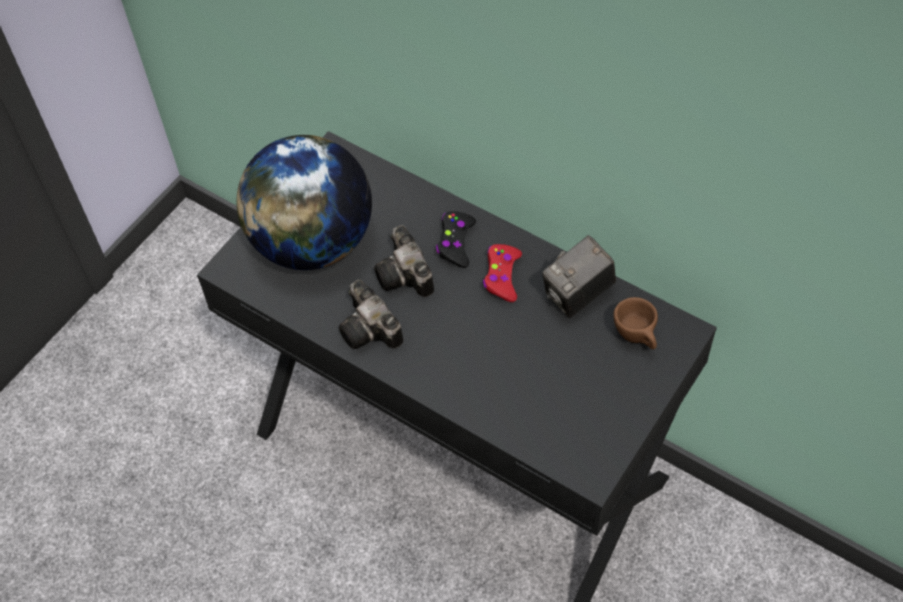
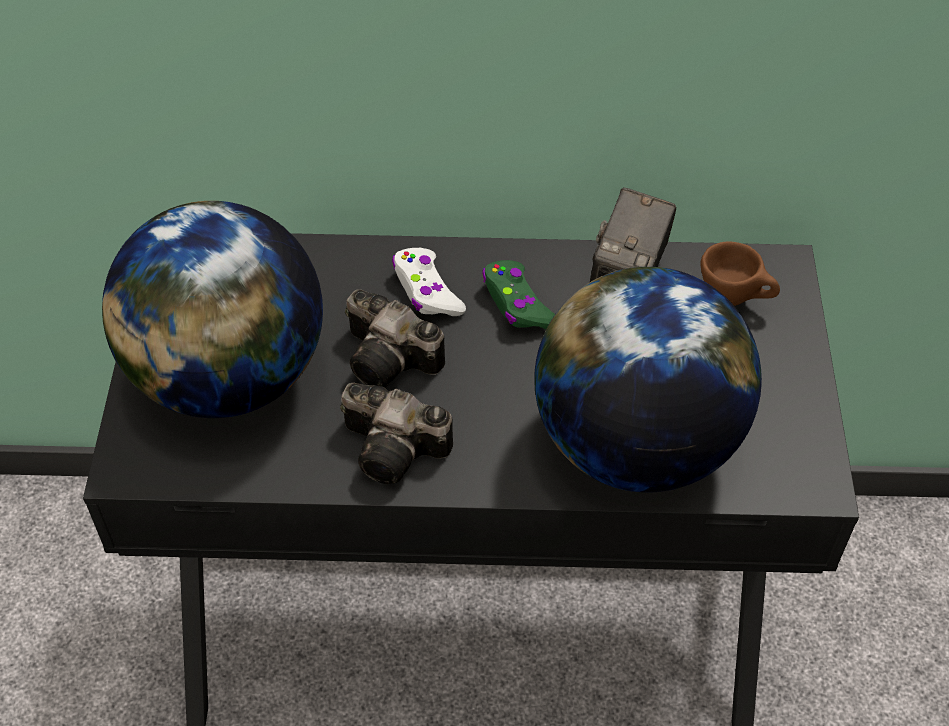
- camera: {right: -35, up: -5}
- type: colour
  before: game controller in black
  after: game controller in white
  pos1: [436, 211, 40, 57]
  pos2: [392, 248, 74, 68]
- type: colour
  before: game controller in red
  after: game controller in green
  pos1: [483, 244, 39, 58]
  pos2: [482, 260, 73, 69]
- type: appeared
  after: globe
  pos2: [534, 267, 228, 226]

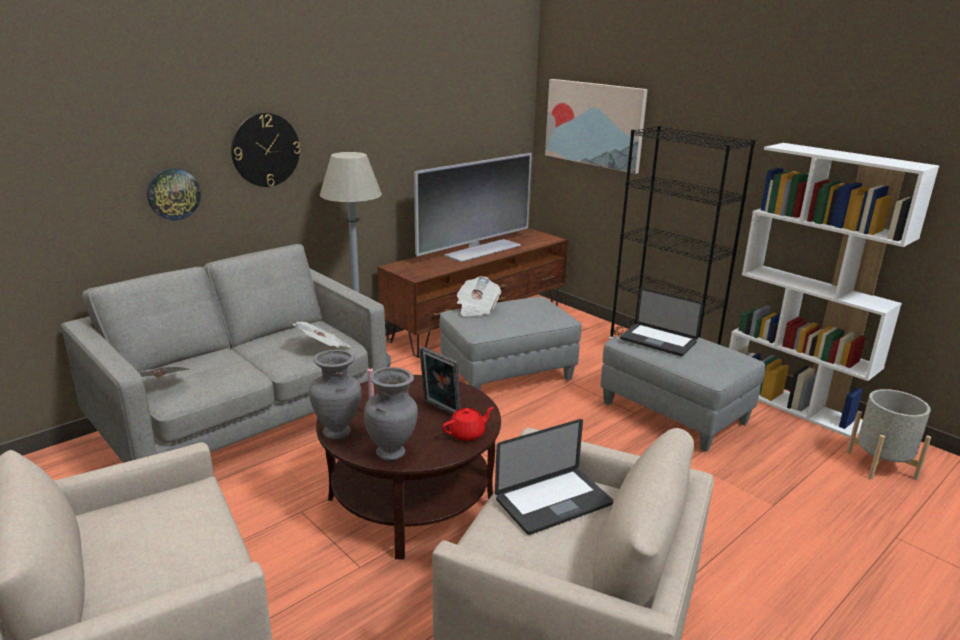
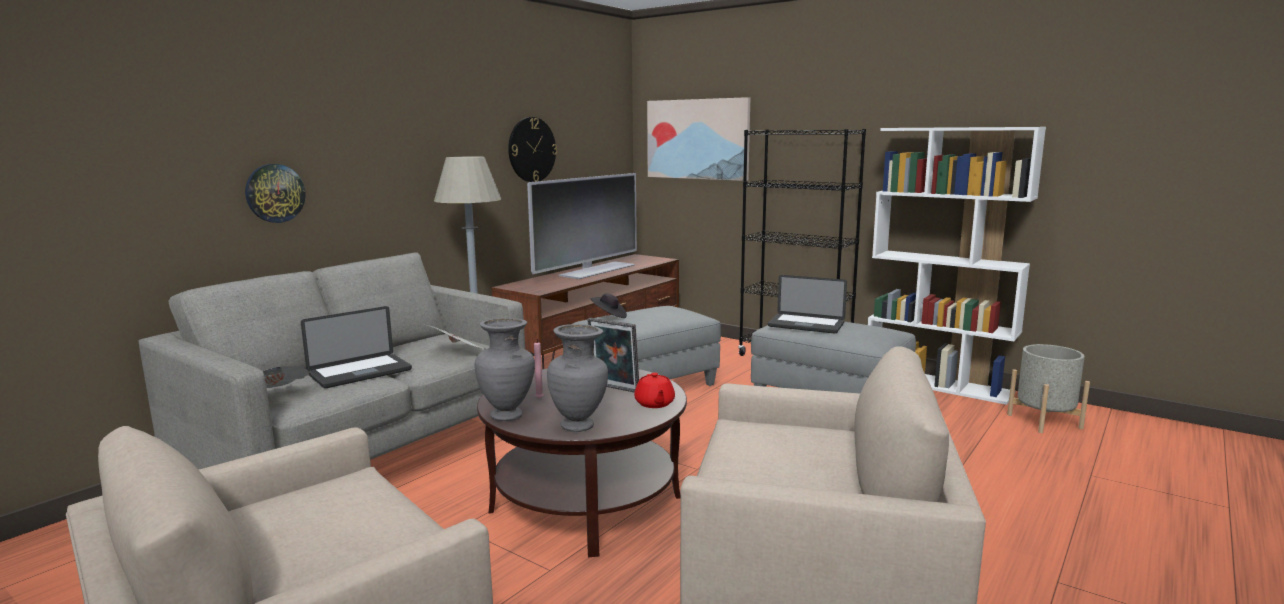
- camera: {right: -10, up: -10}
- type: relocated
  before: wall clock
  pos1: [231, 113, 70, 74]
  pos2: [508, 117, 49, 65]
- type: exchanged
  before: newspaper
  after: hat in black
  pos1: [457, 276, 44, 41]
  pos2: [590, 293, 37, 25]
- type: spun
  before: teapot in red
  pos1: [442, 407, 52, 34]
  pos2: [634, 372, 41, 36]
  turn: 120
- type: relocated
  before: laptop
  pos1: [495, 419, 118, 116]
  pos2: [301, 306, 111, 82]

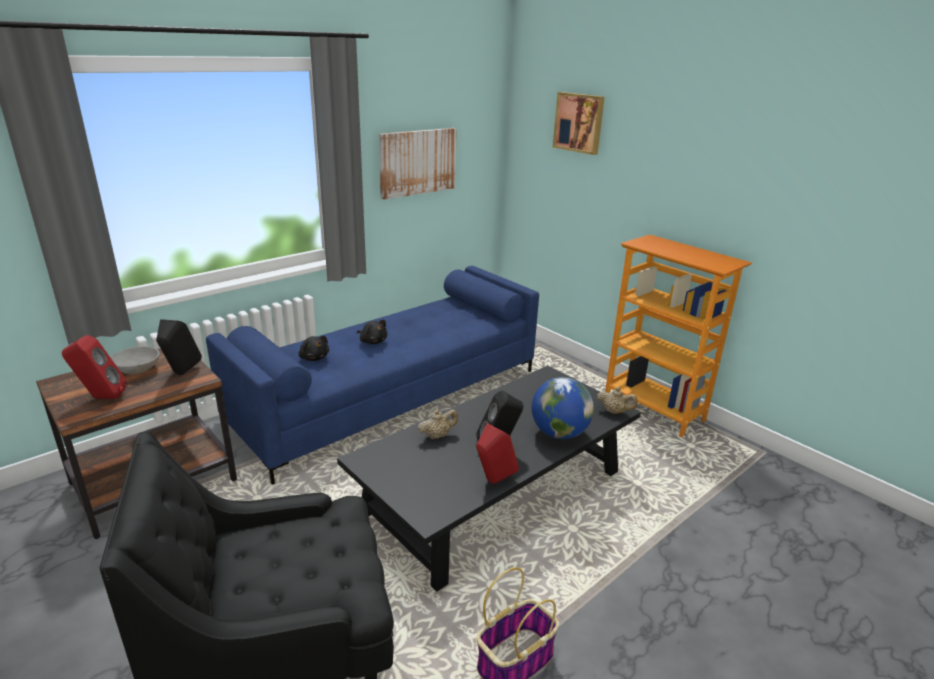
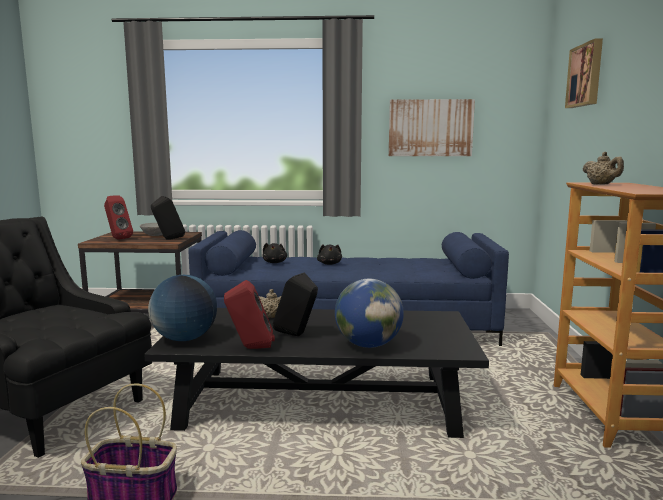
- camera: {right: 45, up: -15}
- type: relocated
  before: teapot in beige
  pos1: [597, 387, 41, 27]
  pos2: [582, 152, 42, 33]
- type: appeared
  after: globe
  pos2: [148, 275, 69, 66]

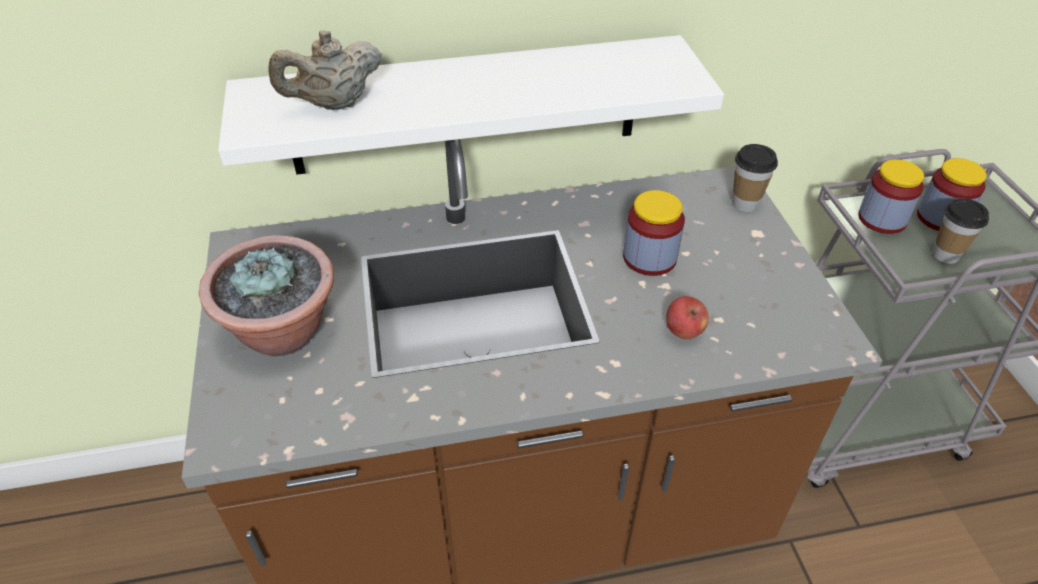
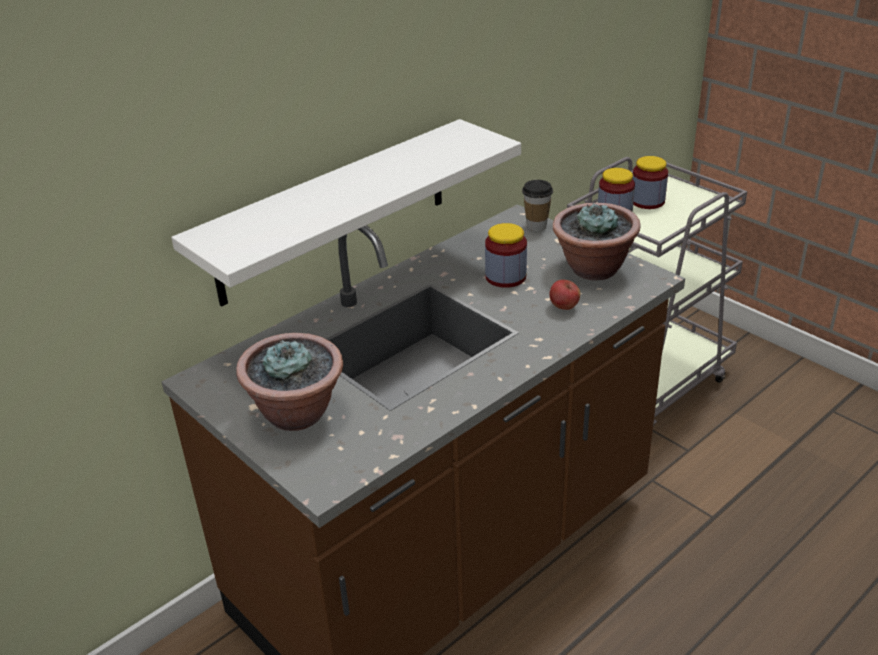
- camera: {right: -30, up: -10}
- type: missing
  before: teapot in beige
  pos1: [268, 30, 114, 80]
- type: missing
  before: cup
  pos1: [933, 198, 56, 66]
- type: appeared
  after: potted plant
  pos2: [553, 202, 88, 78]

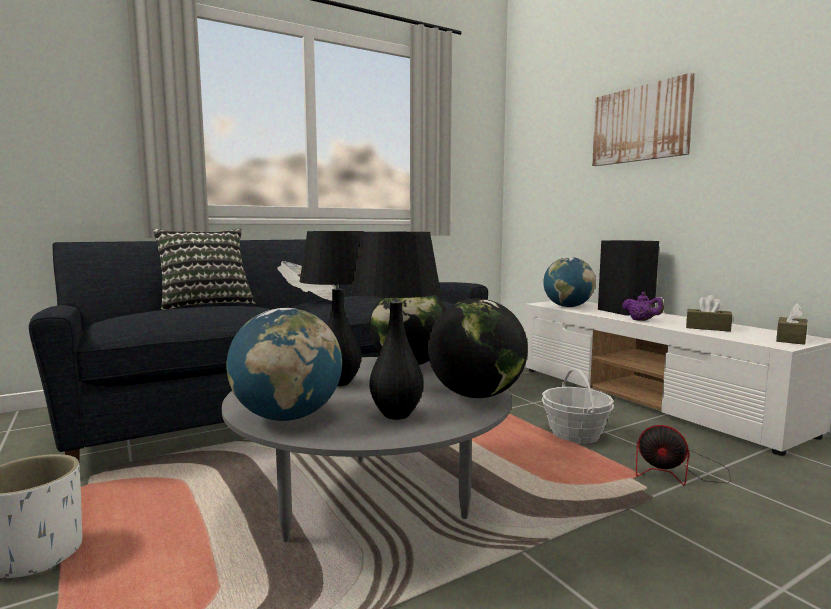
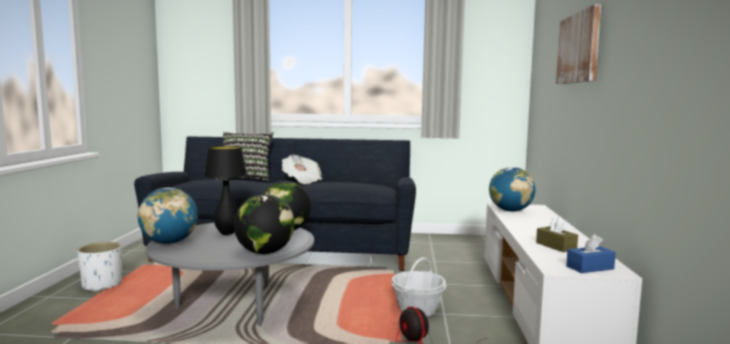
- camera: {right: 35, up: 0}
- type: missing
  before: table lamp in black
  pos1: [351, 232, 90, 188]
- type: missing
  before: speaker in black
  pos1: [598, 240, 61, 76]
- type: missing
  before: teapot in purple
  pos1: [622, 292, 42, 29]
- type: colour
  before: tissue box in brown
  after: tissue box in blue
  pos1: [776, 303, 31, 42]
  pos2: [566, 234, 50, 39]

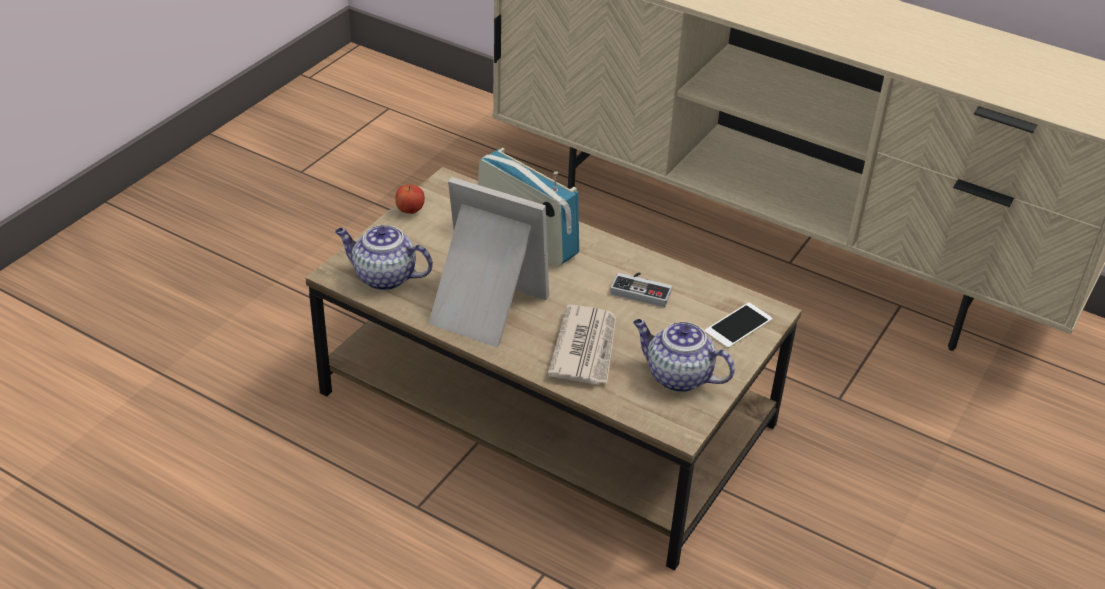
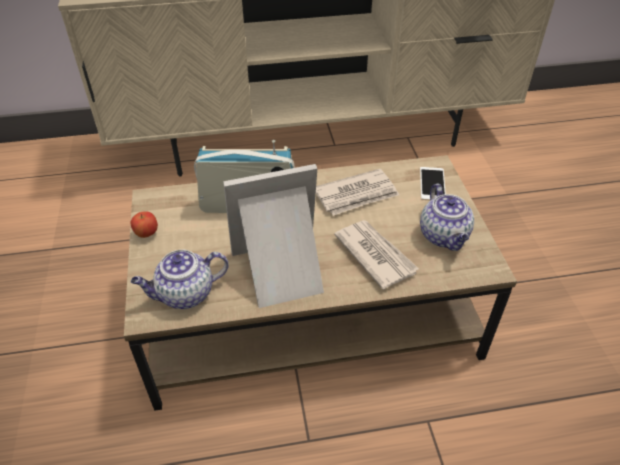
- camera: {right: -40, up: 5}
- type: exchanged
  before: game controller
  after: newspaper
  pos1: [610, 272, 62, 35]
  pos2: [316, 169, 83, 47]
- type: spun
  before: teapot
  pos1: [633, 319, 102, 74]
  pos2: [420, 184, 54, 67]
  turn: -90

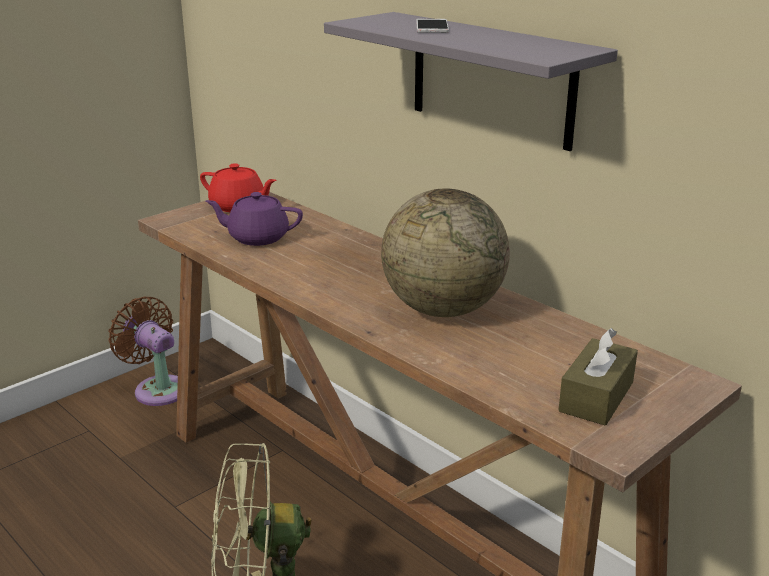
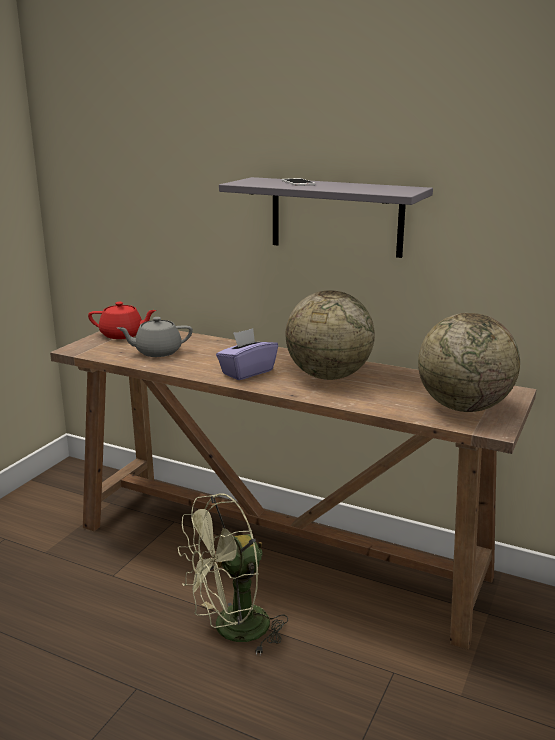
- camera: {right: -20, up: -5}
- type: colour
  before: teapot in purple
  after: teapot in grey
  pos1: [205, 192, 98, 54]
  pos2: [117, 317, 76, 40]
- type: missing
  before: fan in brown
  pos1: [108, 296, 70, 110]
- type: exchanged
  before: tissue box in brown
  after: globe
  pos1: [558, 328, 80, 98]
  pos2: [418, 313, 102, 99]
- type: appeared
  after: tissue box in purple
  pos2: [216, 328, 62, 52]

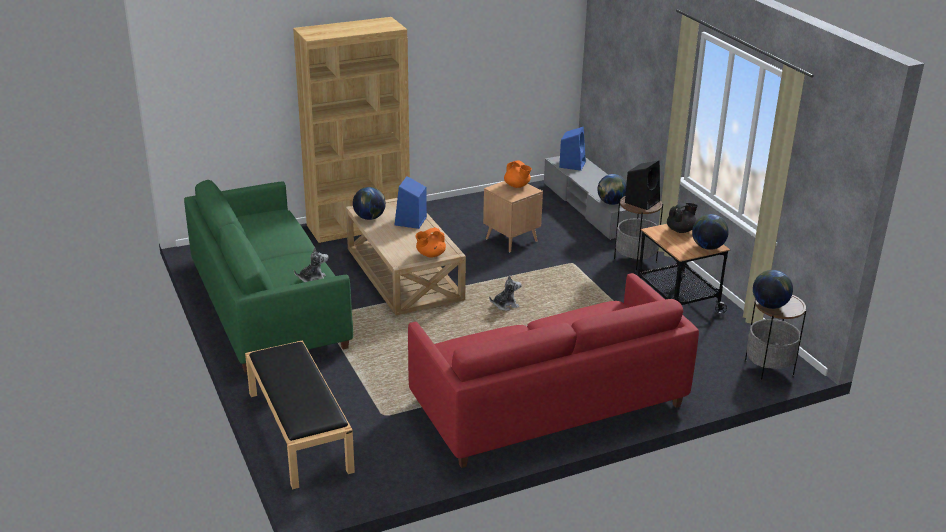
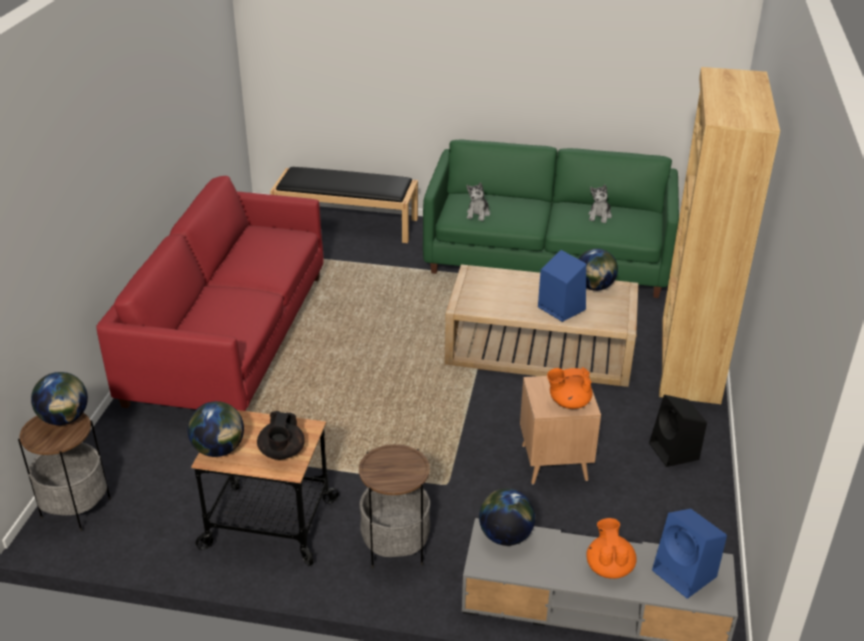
- camera: {right: 125, up: 5}
- type: relocated
  before: speaker in black
  pos1: [625, 160, 35, 50]
  pos2: [649, 395, 58, 72]
- type: relocated
  before: teapot in orange
  pos1: [416, 227, 30, 30]
  pos2: [586, 518, 51, 61]
- type: relocated
  before: plush toy
  pos1: [489, 275, 32, 35]
  pos2: [588, 184, 24, 39]

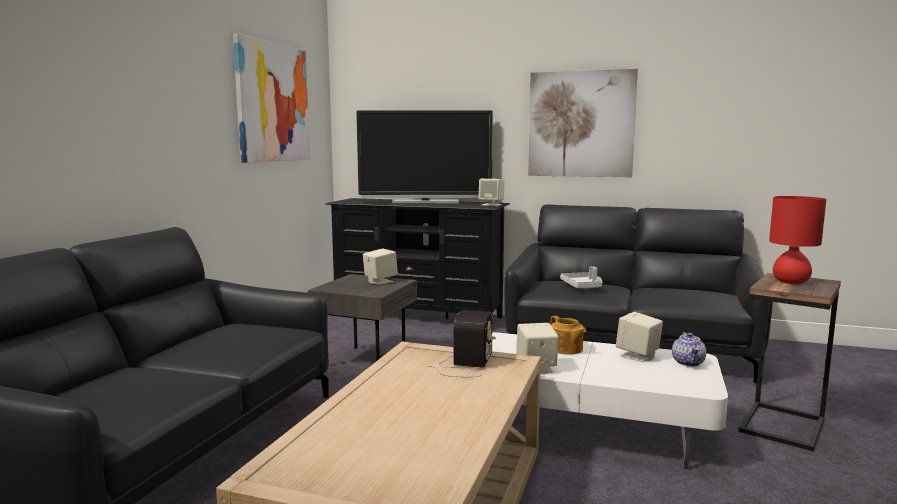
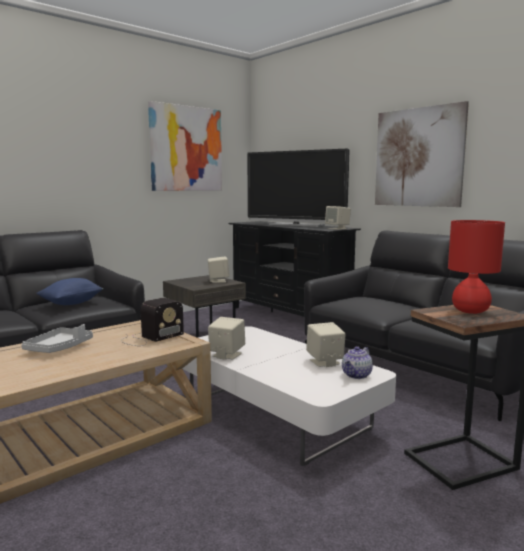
- camera: {right: 30, up: 0}
- type: relocated
  before: tray in grey
  pos1: [560, 266, 42, 23]
  pos2: [21, 324, 72, 29]
- type: missing
  before: teapot
  pos1: [550, 316, 36, 39]
- type: appeared
  after: pillow in blue
  pos2: [36, 278, 67, 27]

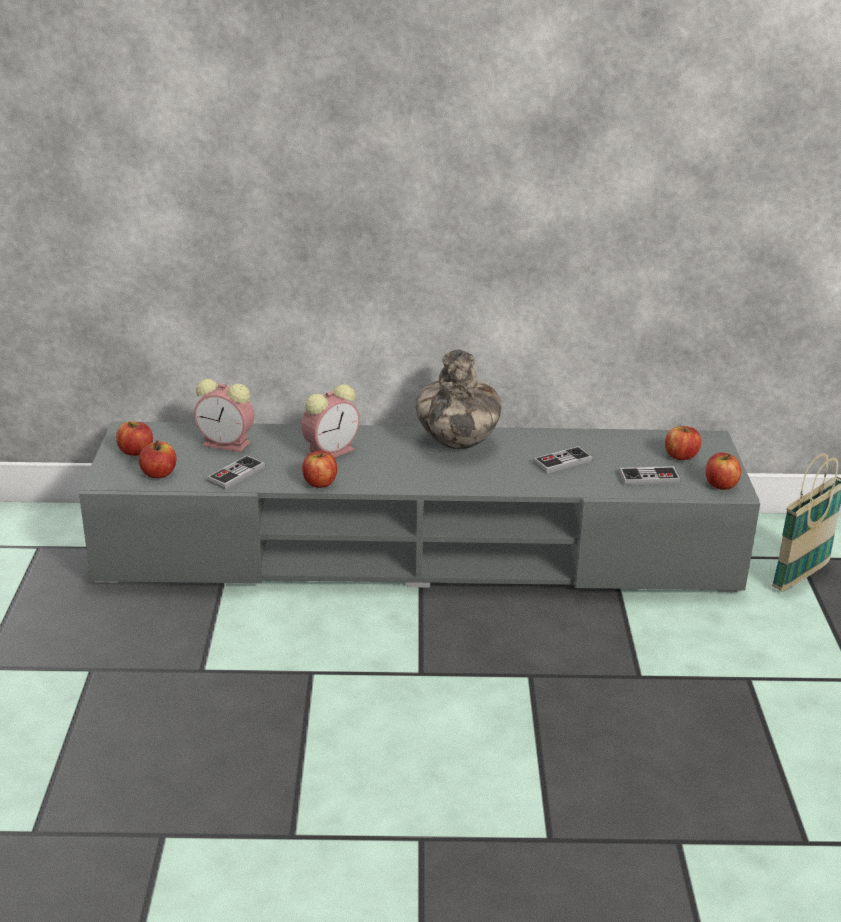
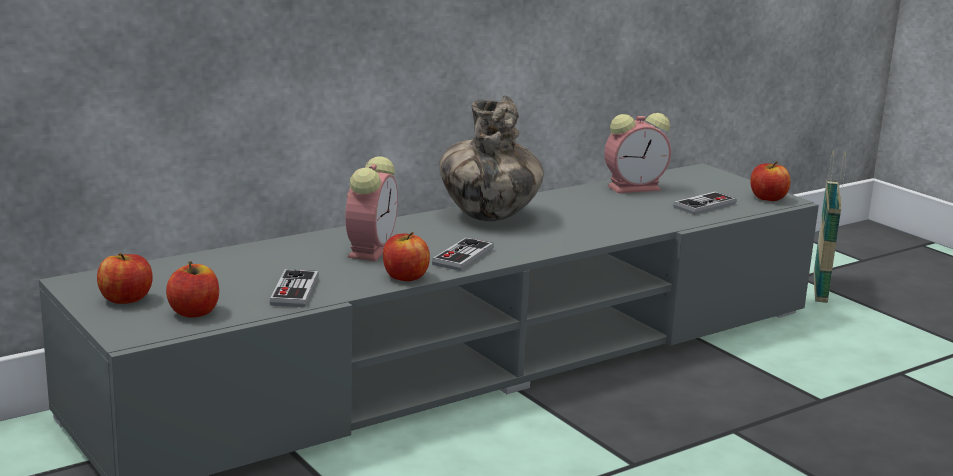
- camera: {right: -35, up: -10}
- type: relocated
  before: alarm clock
  pos1: [194, 379, 60, 73]
  pos2: [604, 113, 67, 80]
- type: missing
  before: apple
  pos1: [665, 426, 36, 34]
- type: relocated
  before: game controller
  pos1: [533, 446, 60, 28]
  pos2: [432, 237, 61, 34]

